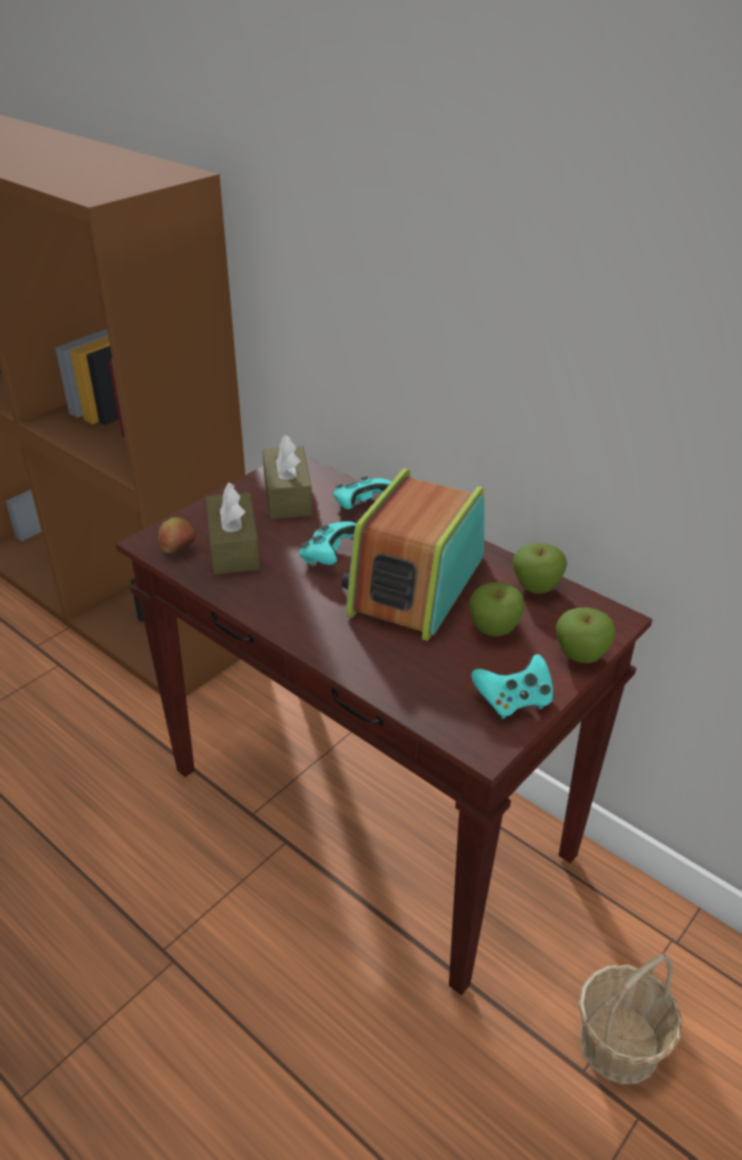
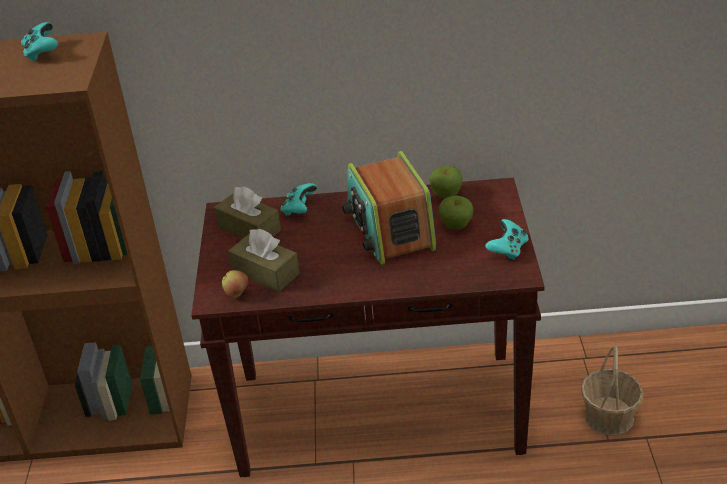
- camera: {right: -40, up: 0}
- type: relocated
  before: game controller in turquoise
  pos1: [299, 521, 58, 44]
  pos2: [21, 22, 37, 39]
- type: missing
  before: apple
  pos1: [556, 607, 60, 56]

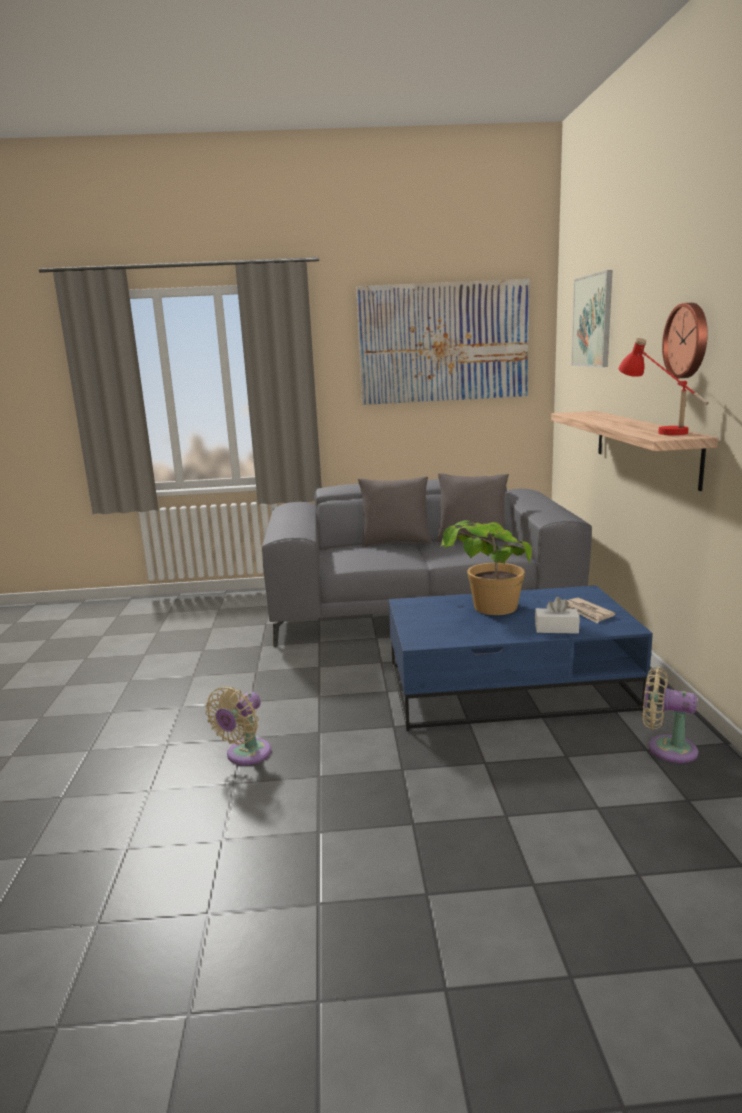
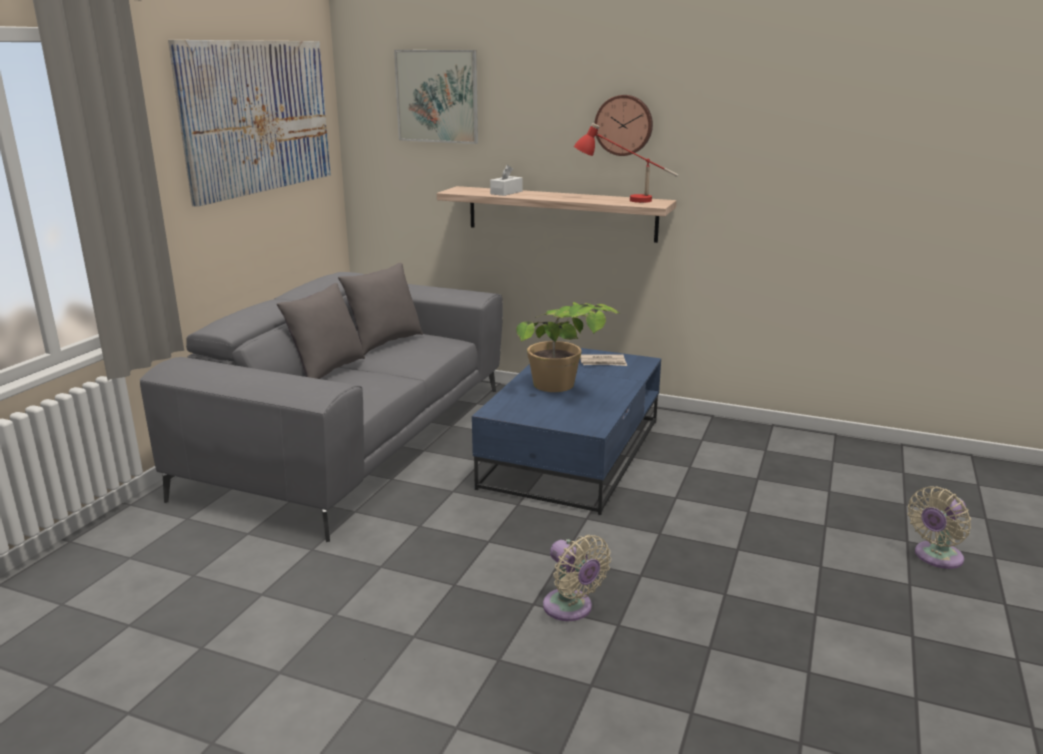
- camera: {right: -65, up: 5}
- type: relocated
  before: tissue box in white
  pos1: [535, 597, 45, 37]
  pos2: [490, 165, 33, 31]
- type: relocated
  before: fan in beige
  pos1: [643, 667, 55, 96]
  pos2: [908, 487, 63, 82]

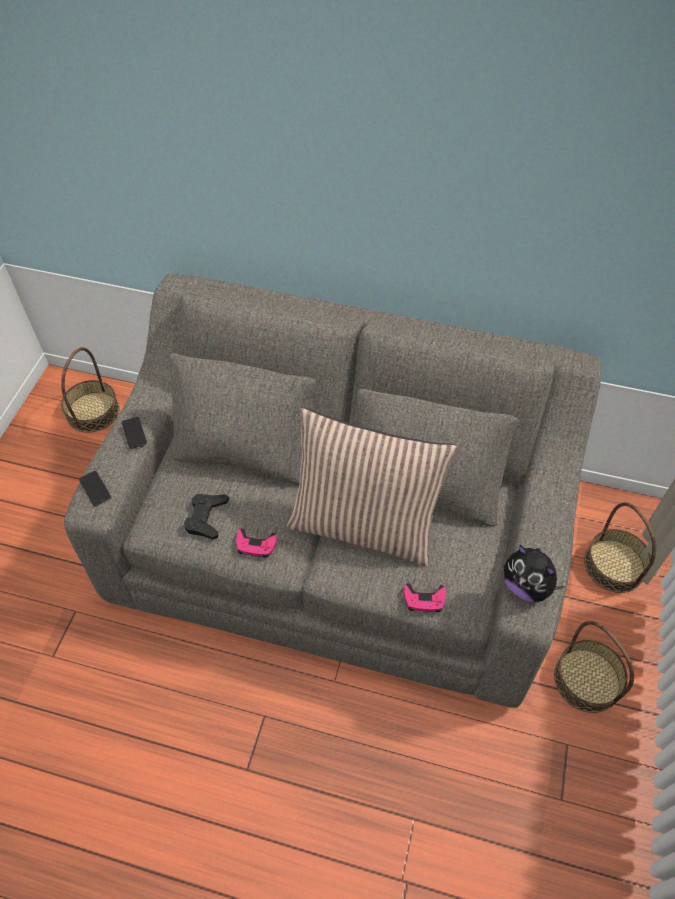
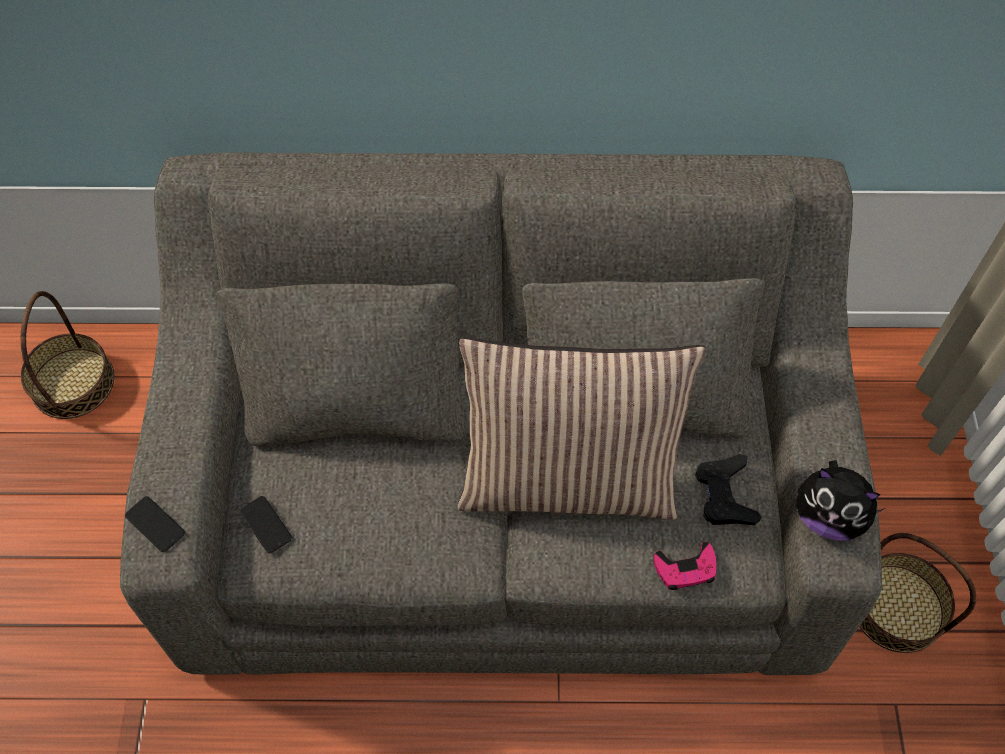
- camera: {right: -15, up: 5}
- type: relocated
  before: phone
  pos1: [122, 417, 25, 32]
  pos2: [240, 496, 52, 58]
- type: relocated
  before: game controller in black
  pos1: [184, 494, 45, 45]
  pos2: [695, 454, 67, 71]
- type: missing
  before: basket
  pos1: [584, 502, 72, 91]
- type: missing
  before: game controller in pink
  pos1: [236, 528, 41, 30]

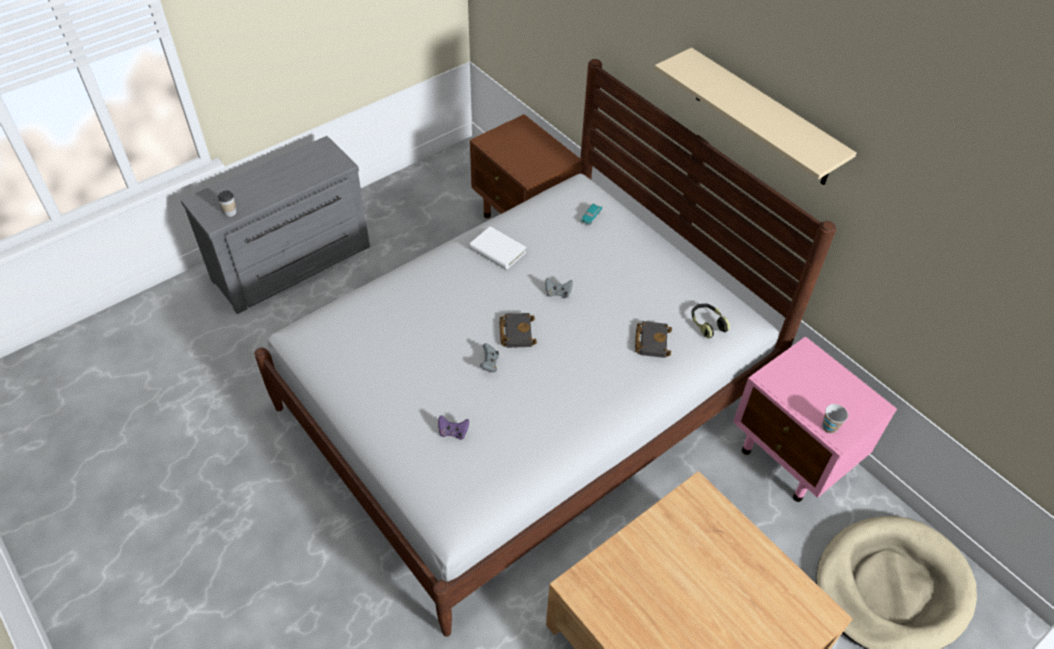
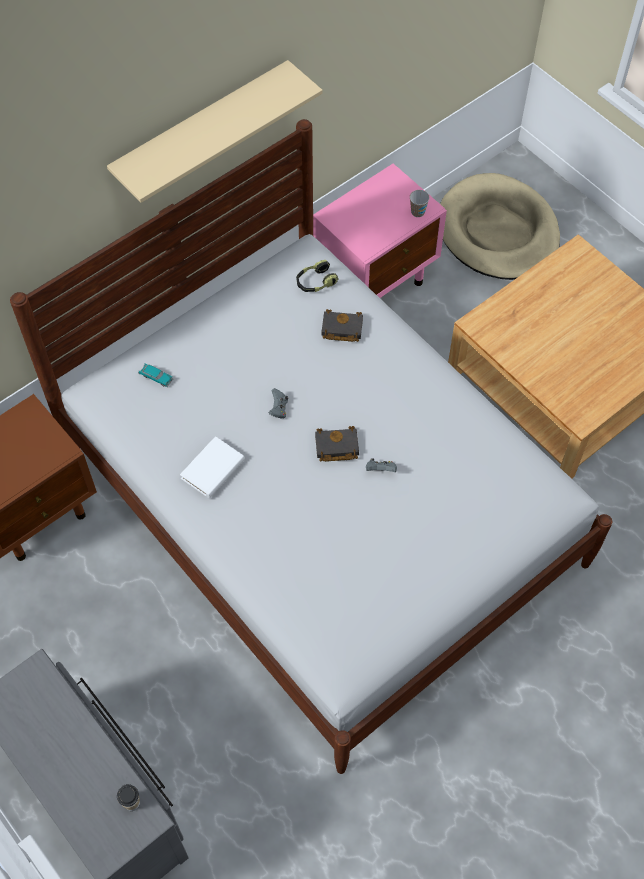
- camera: {right: -90, up: 10}
- type: missing
  before: game controller in purple
  pos1: [438, 415, 31, 25]

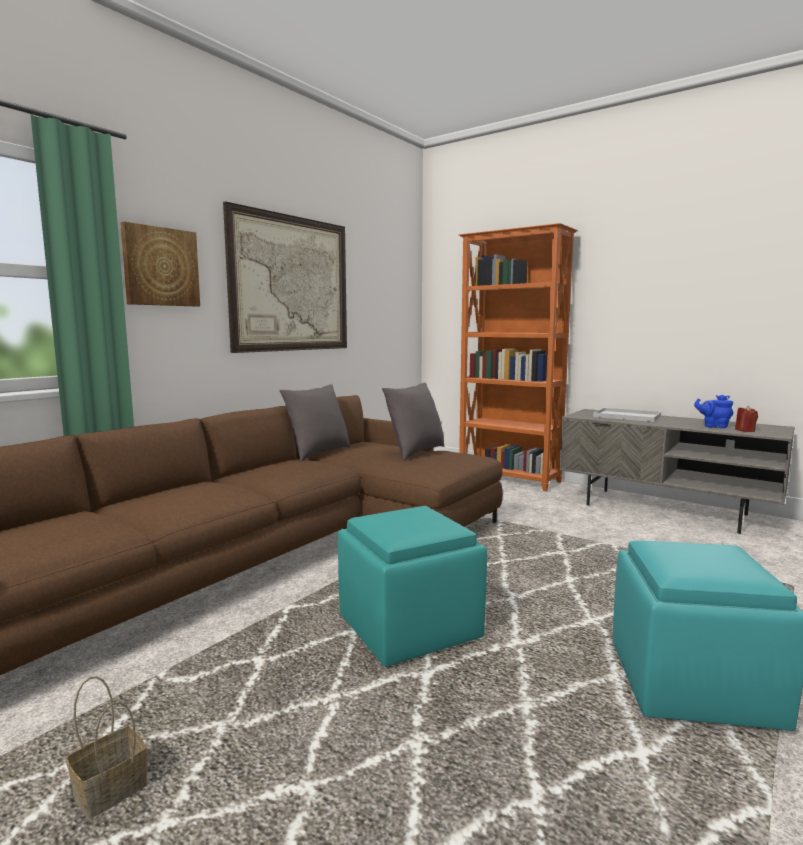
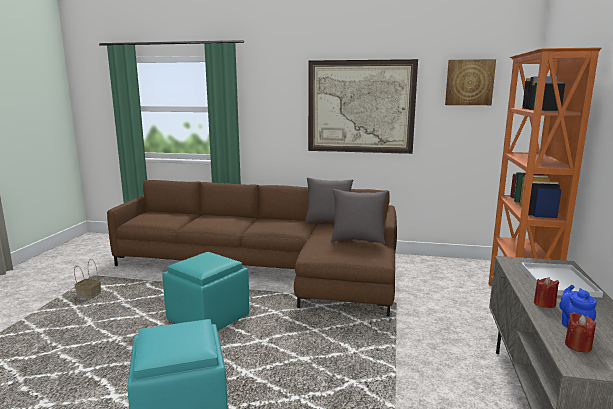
- camera: {right: 65, up: 5}
- type: relocated
  before: picture
  pos1: [120, 222, 80, 85]
  pos2: [445, 59, 51, 46]
- type: appeared
  after: candle in red
  pos2: [534, 277, 25, 31]

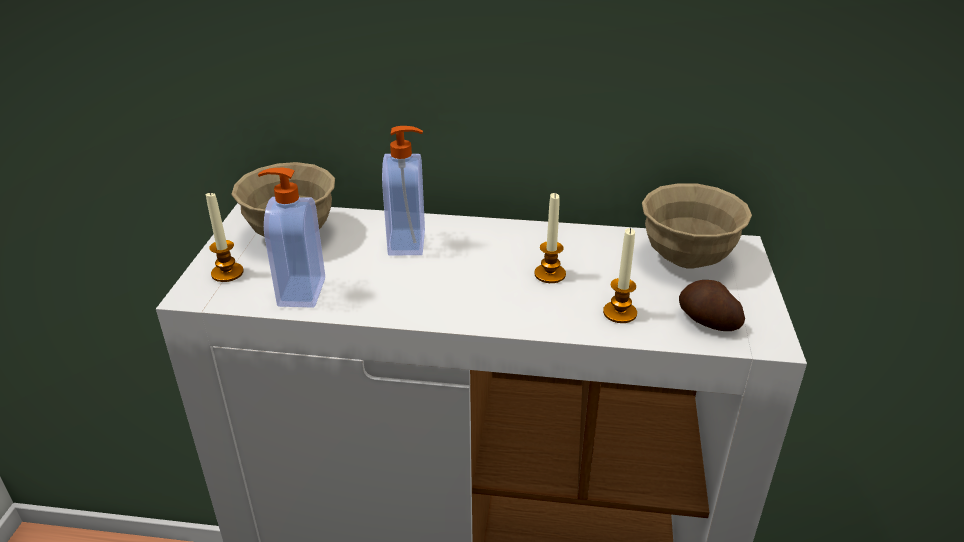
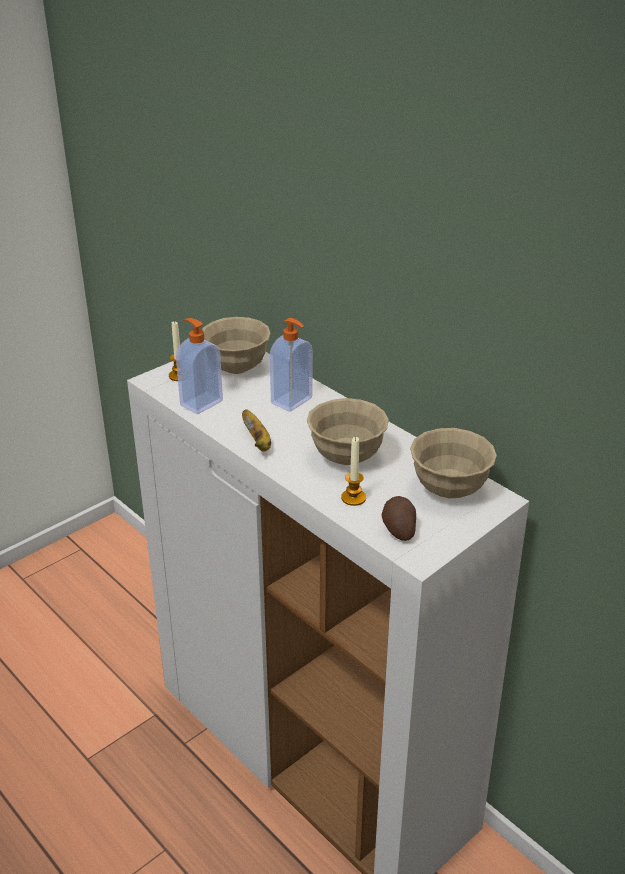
- camera: {right: 40, up: 0}
- type: exchanged
  before: candle
  after: bowl in beige
  pos1: [534, 193, 32, 90]
  pos2: [307, 398, 82, 67]
- type: appeared
  after: banana
  pos2: [242, 409, 29, 43]

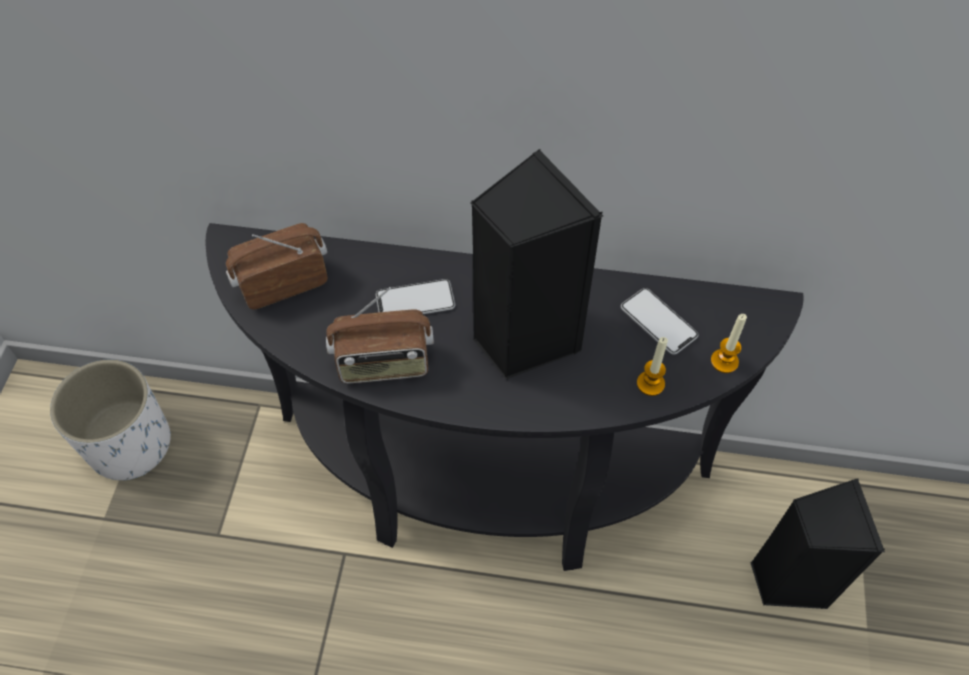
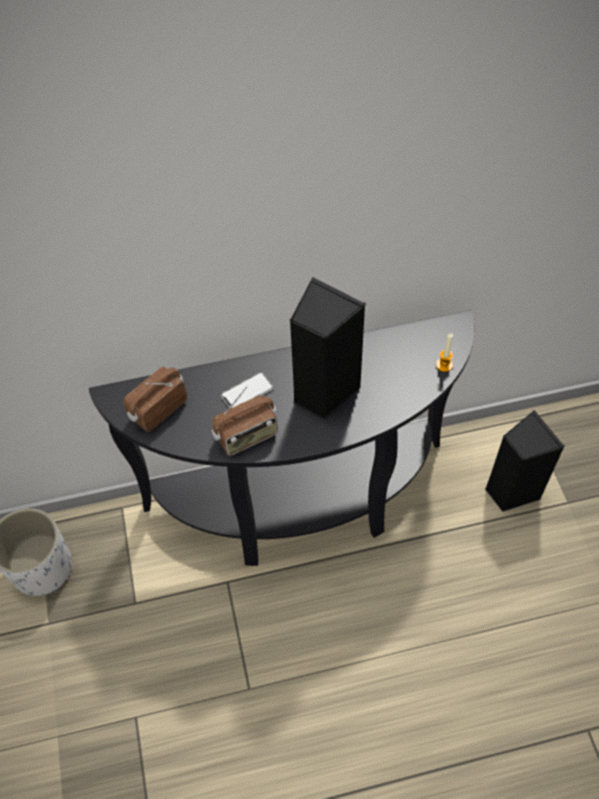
- camera: {right: -20, up: 0}
- type: missing
  before: phone
  pos1: [621, 288, 77, 67]
- type: missing
  before: candle
  pos1: [637, 337, 31, 59]

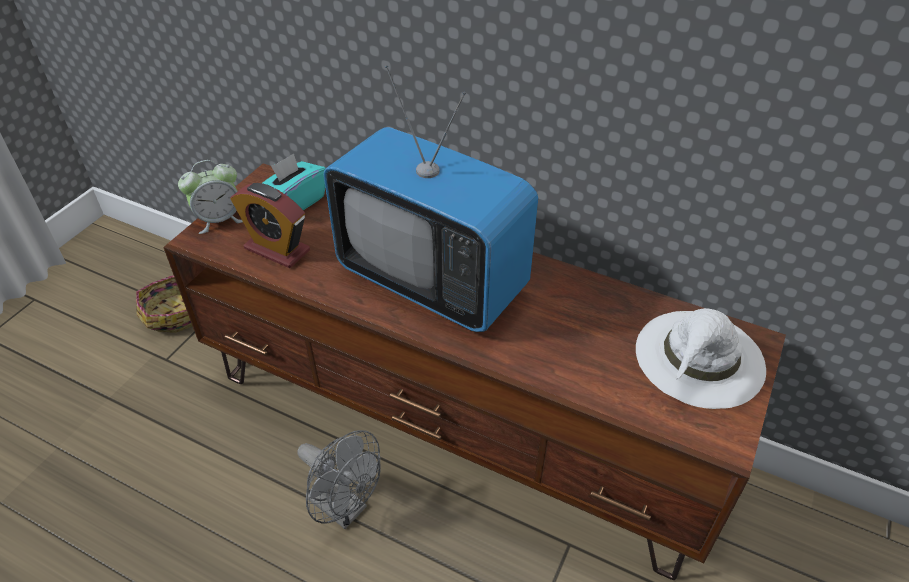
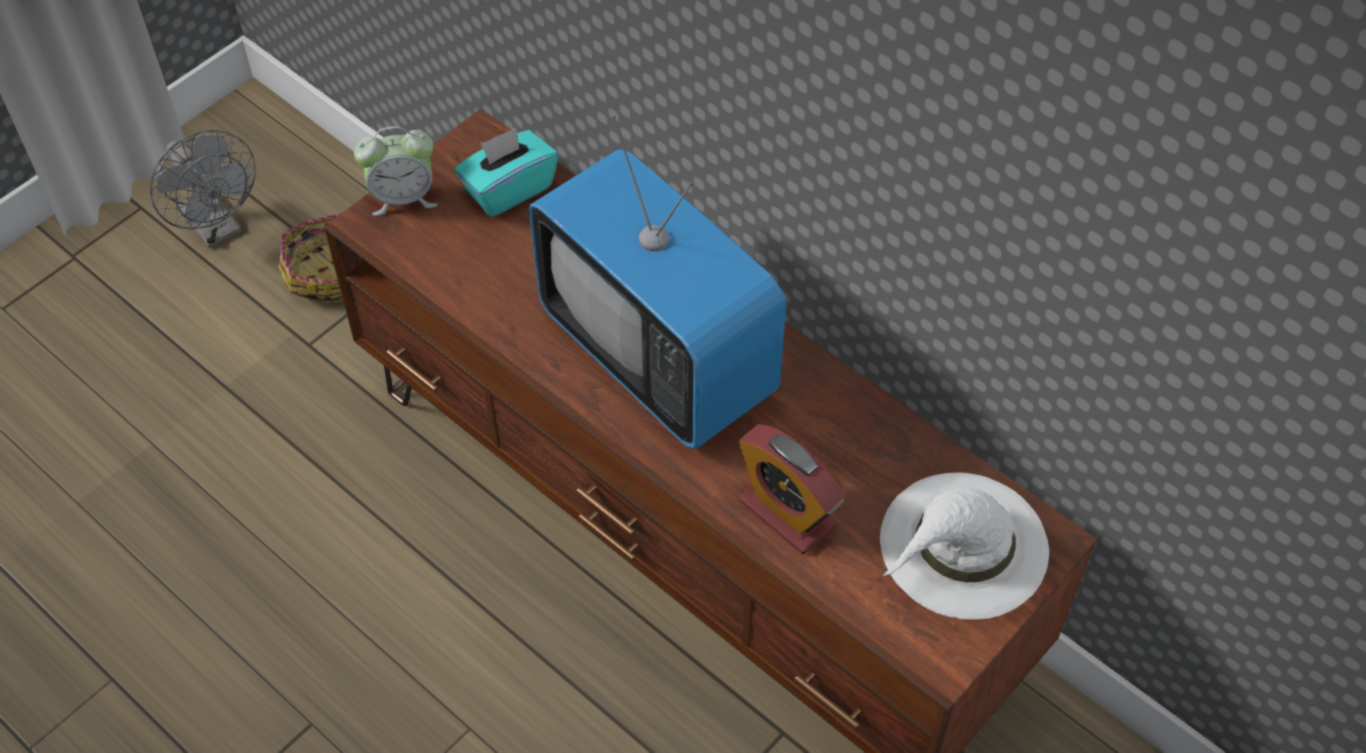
- camera: {right: 15, up: 10}
- type: relocated
  before: alarm clock
  pos1: [230, 183, 80, 85]
  pos2: [739, 424, 107, 130]
- type: relocated
  before: fan in grey
  pos1: [298, 430, 83, 99]
  pos2: [150, 130, 106, 118]

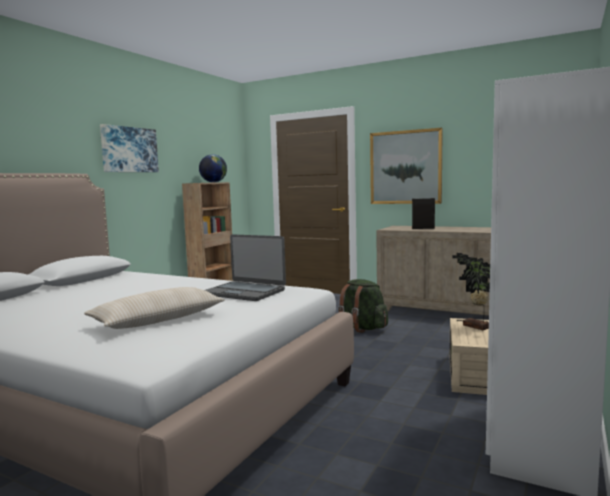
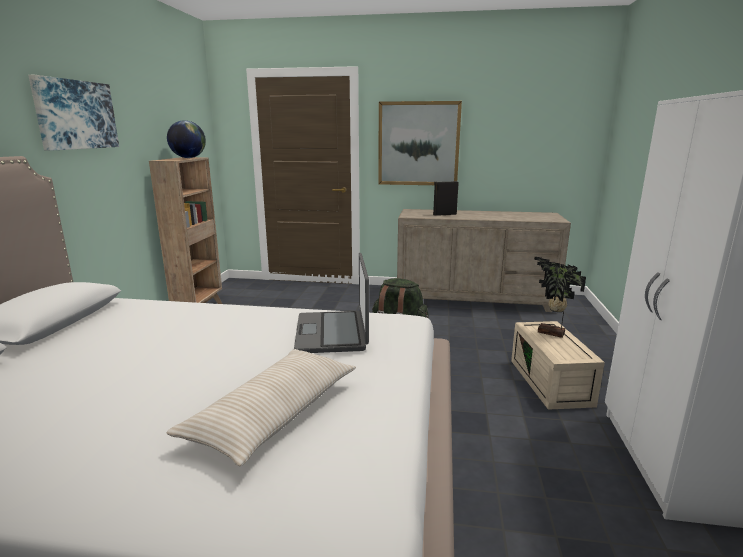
- camera: {right: -20, up: 10}
- type: spun
  before: laptop
  pos1: [205, 234, 81, 67]
  pos2: [294, 253, 75, 100]
  turn: 75

